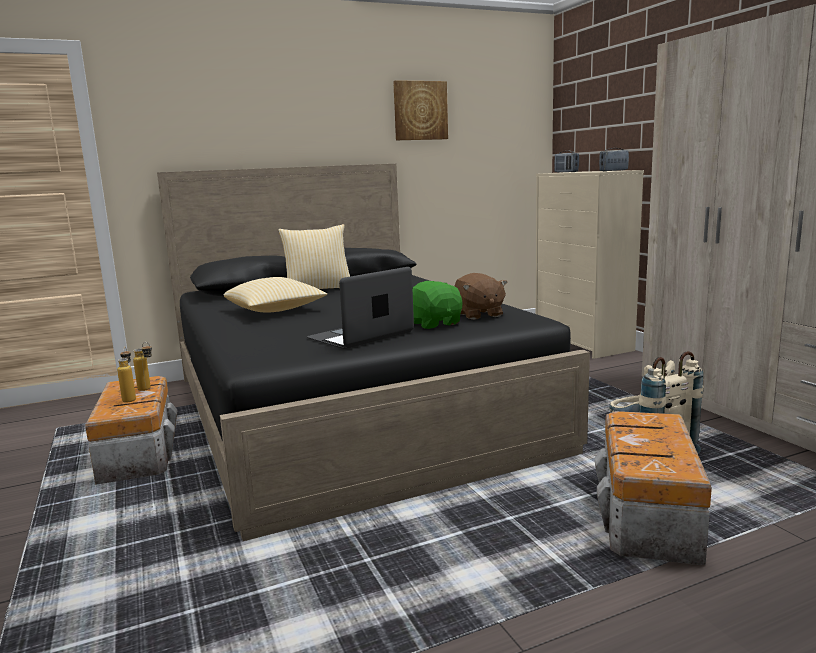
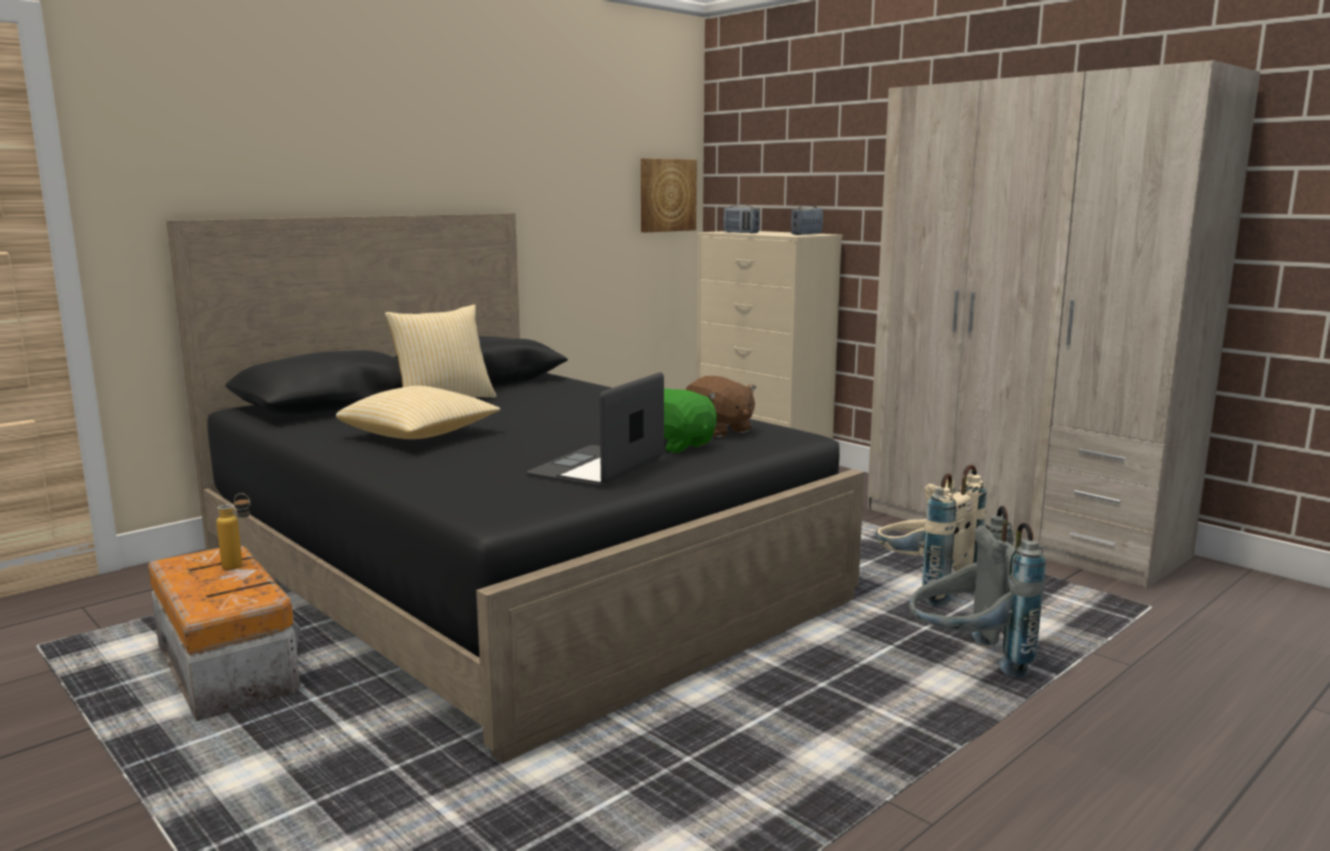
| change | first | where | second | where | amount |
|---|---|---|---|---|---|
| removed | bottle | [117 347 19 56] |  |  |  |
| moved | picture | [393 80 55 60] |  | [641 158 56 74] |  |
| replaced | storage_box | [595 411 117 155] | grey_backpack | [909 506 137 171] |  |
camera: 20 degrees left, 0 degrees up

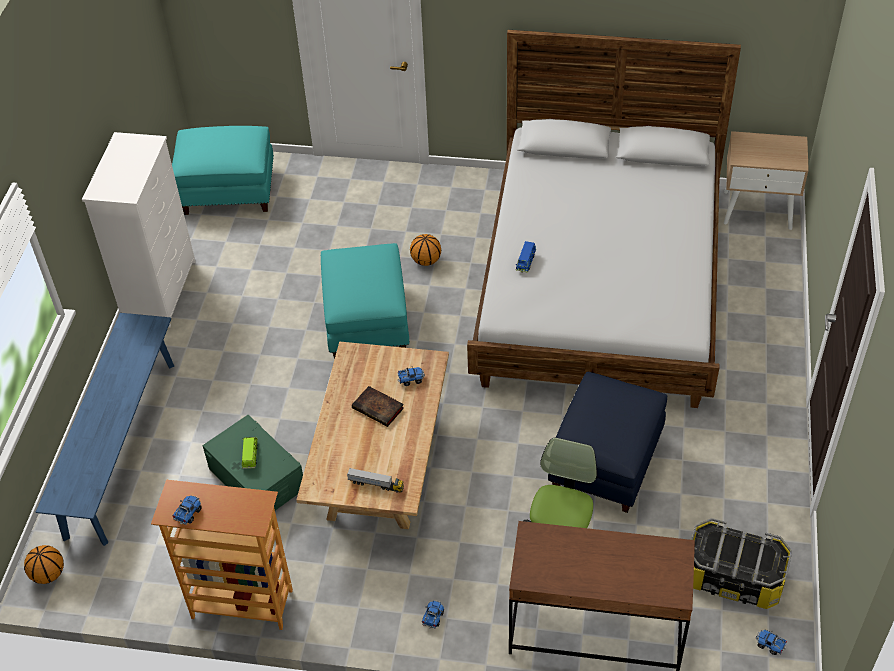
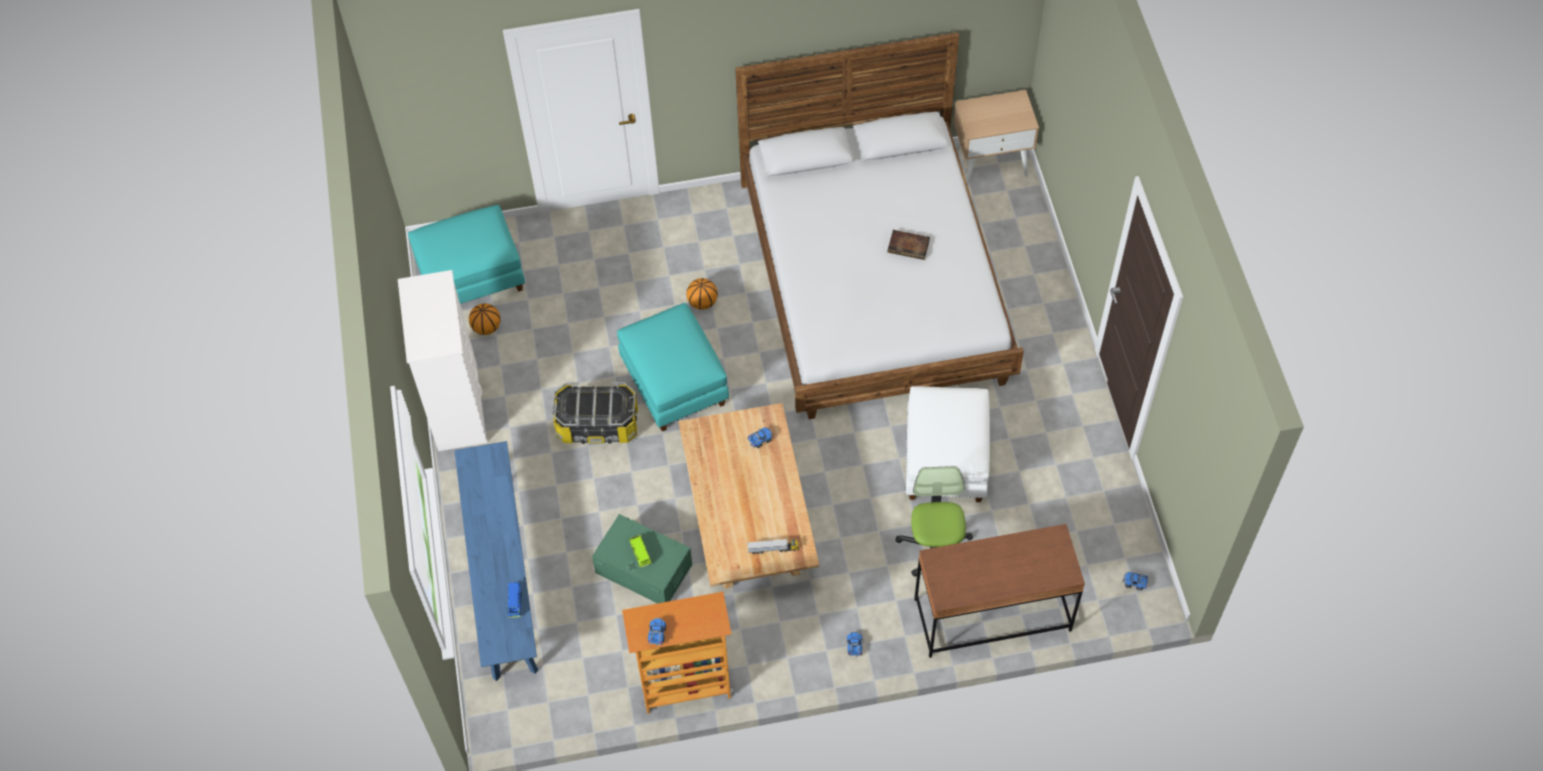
| change | first | where | second | where | amount |
|---|---|---|---|---|---|
| moved | basketball | [24 545 40 39] |  | [469 303 32 32] |  |
| moved | book | [352 386 52 41] |  | [887 230 43 30] |  |
| moved | blue_toy_car | [515 241 21 31] |  | [506 582 16 36] |  |
| moved | storage_box | [691 518 101 91] |  | [553 382 85 62] |  |
| recoloured | blue_ottoman | [548 372 119 141] | white_ottoman | [906 386 84 116] |  |
camera: 20 degrees left, 10 degrees up

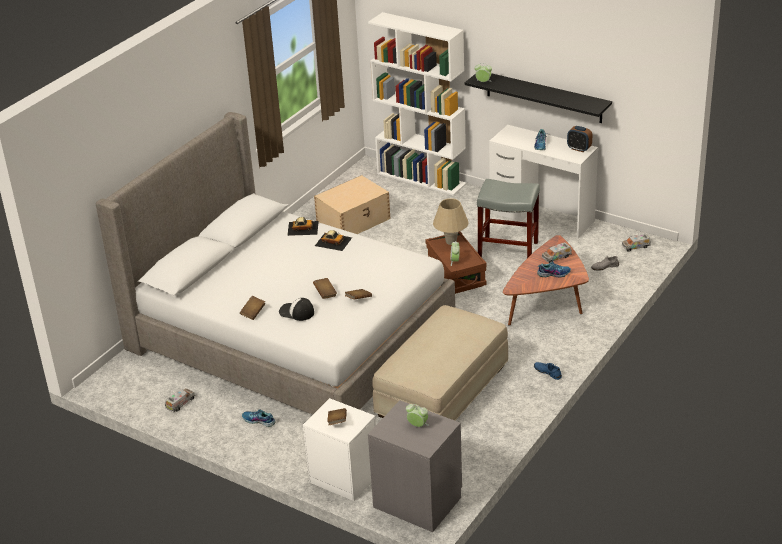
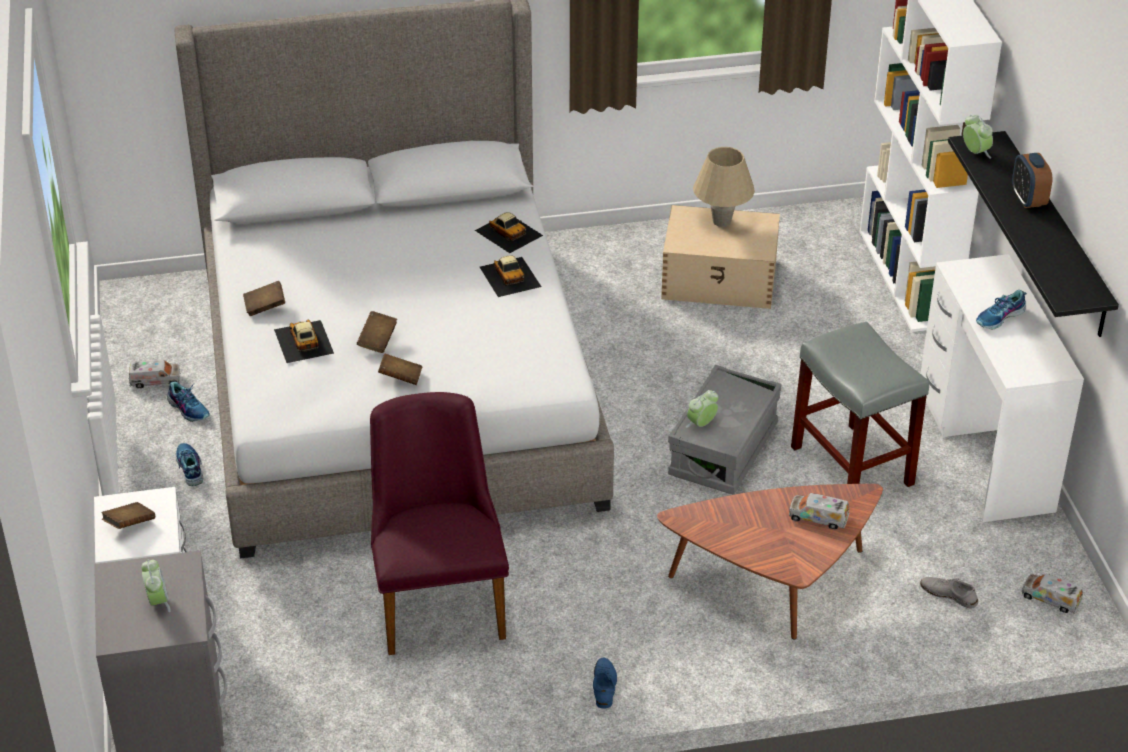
| change | first | where | second | where | amount |
|---|---|---|---|---|---|
| moved | beige_table_lamp | [433 198 36 47] |  | [693 147 62 80] |  |
| moved | shoe | [537 260 34 17] |  | [167 381 43 41] |  |
| moved | alarm_clock | [567 126 25 26] |  | [1012 153 40 55] |  |
| replaced | cap | [279 298 35 23] | toy_car | [274 320 60 43] |  |
| replaced | beige_ottoman | [372 305 136 116] | purple_chair | [370 392 139 263] |  |
| recoloured | brown_storage_box | [426 231 61 63] | grey_storage_box | [668 365 114 130] |  |
camera: 45 degrees right, 5 degrees up

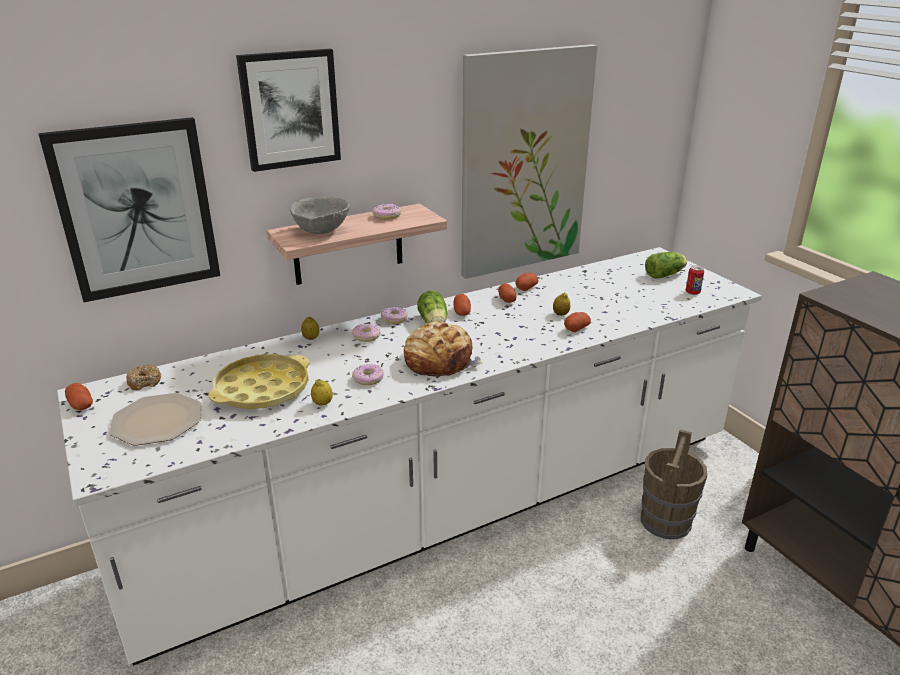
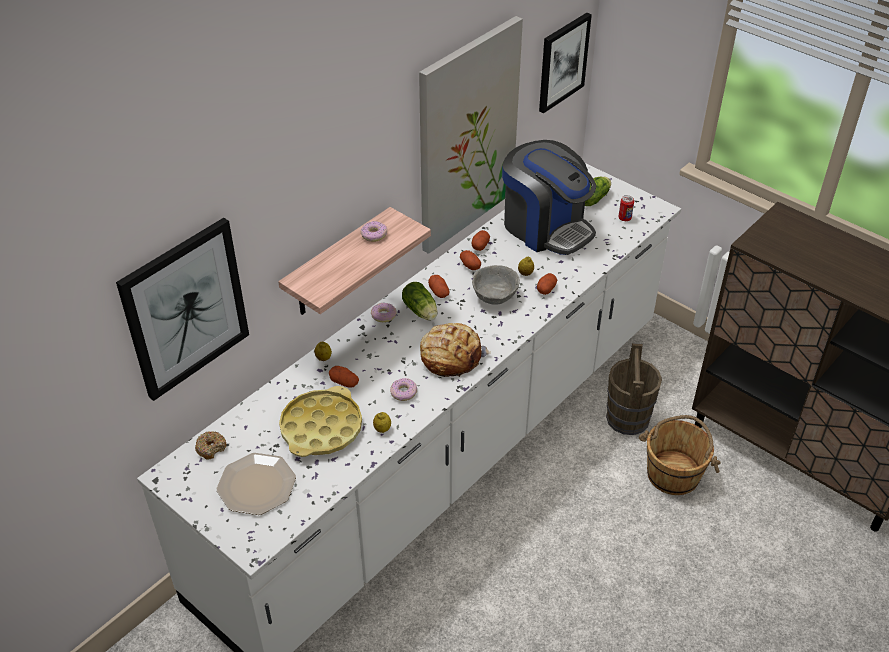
| change | first | where | second | where | amount |
|---|---|---|---|---|---|
| removed | donut | [352 324 29 18] |  |  |  |
| added |  |  | coffee_machine | [502 140 94 115] |  |
| added |  |  | brown_bucket | [639 415 82 80] |  |
| moved | potato | [65 383 28 27] |  | [329 366 30 22] |  |
| moved | picture | [236 49 105 123] |  | [539 13 53 100] |  |
| moved | grey_bowl | [290 197 60 37] |  | [472 265 48 40] |  |
camera: 20 degrees left, 15 degrees up

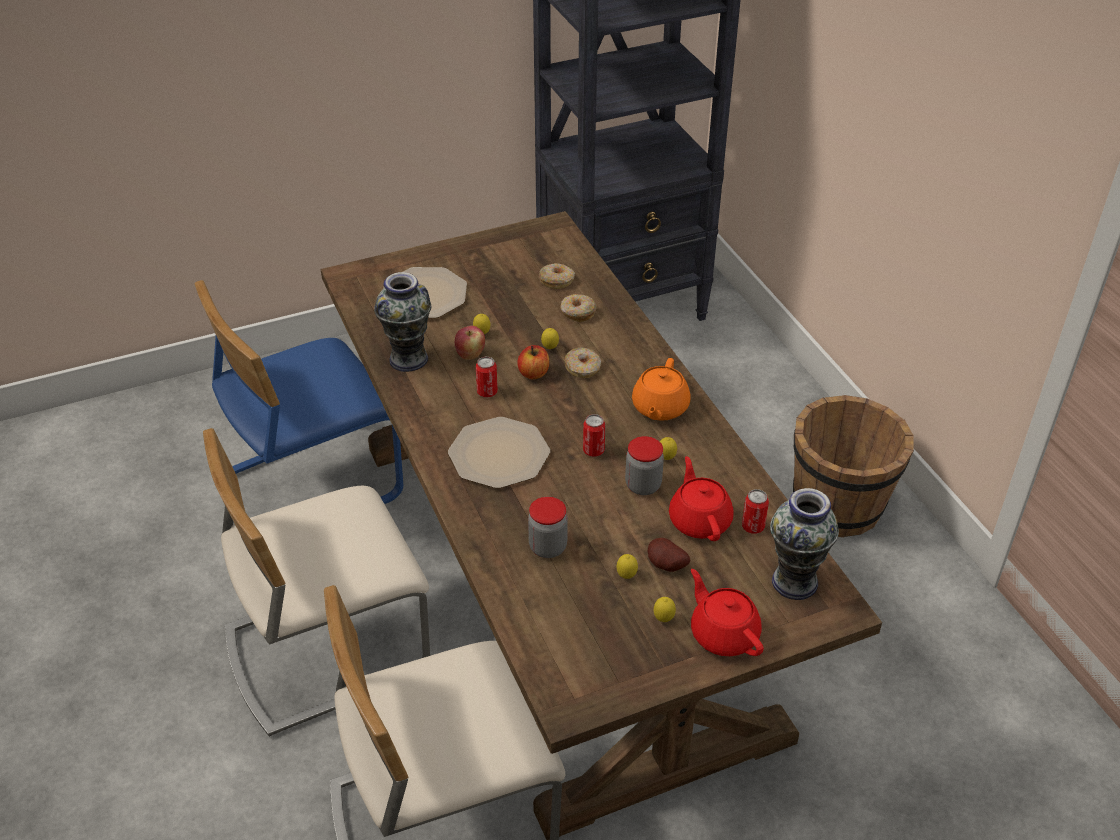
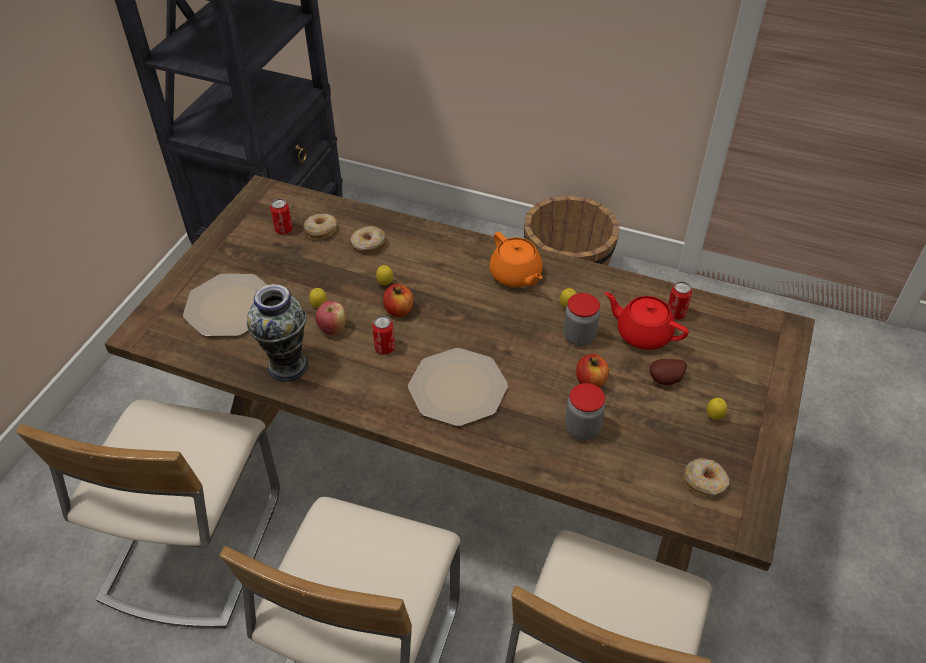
| change | first | where | second | where | amount |
|---|---|---|---|---|---|
| removed | lemon | [616 554 22 25] |  |  |  |
| removed | red_teapot | [691 569 73 87] |  |  |  |
| removed | vase | [770 488 69 112] |  |  |  |
| added |  |  | apple | [576 354 33 34] |  |
| moved | donut | [565 347 36 31] |  | [683 458 46 39] |  |
| moved | can | [583 414 22 43] |  | [270 198 23 36] |  |
| recoloured | blue_chair | [195 280 208 224] | beige_chair | [16 400 264 228] |  |
camera: 45 degrees left, 5 degrees up

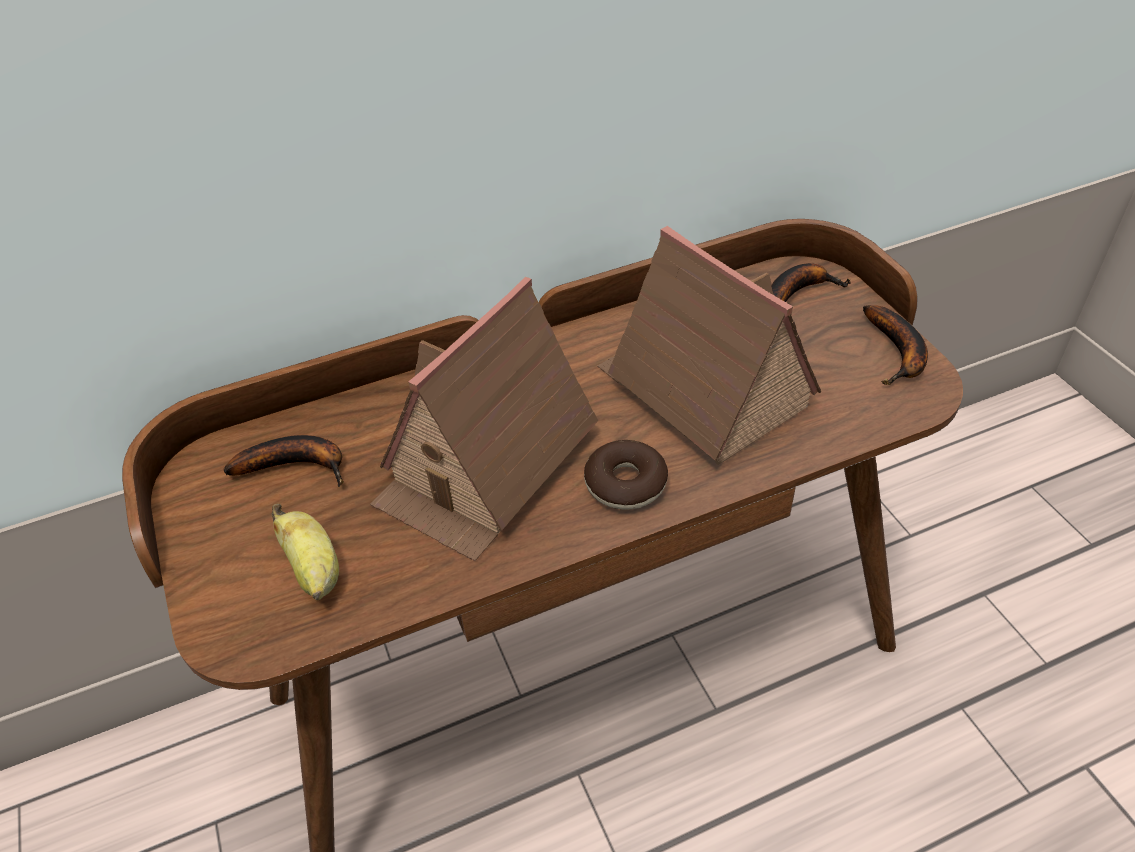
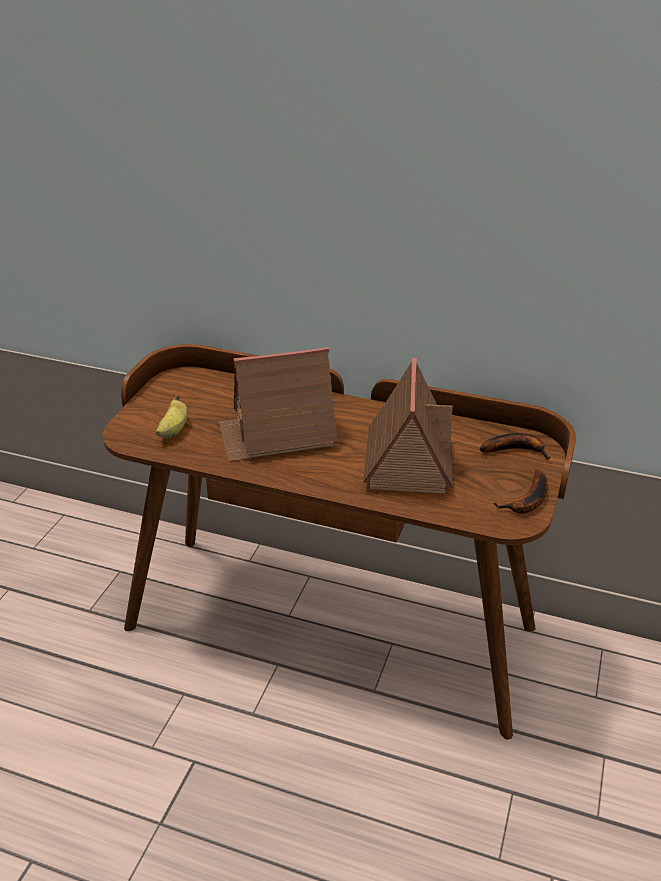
| change | first | where | second | where | amount |
|---|---|---|---|---|---|
| removed | banana | [224 435 120 52] |  |  |  |
| removed | donut | [584 440 84 70] |  |  |  |
camera: 40 degrees right, 10 degrees down

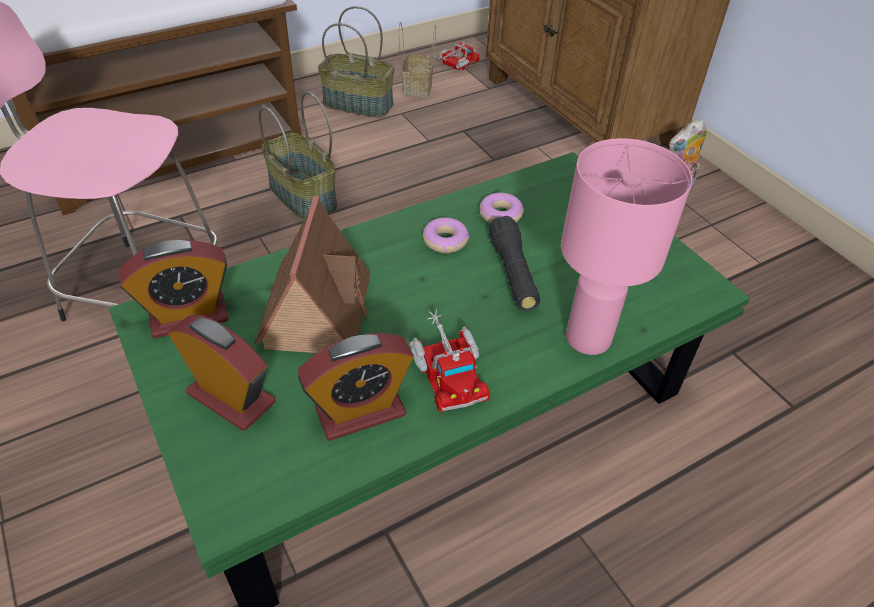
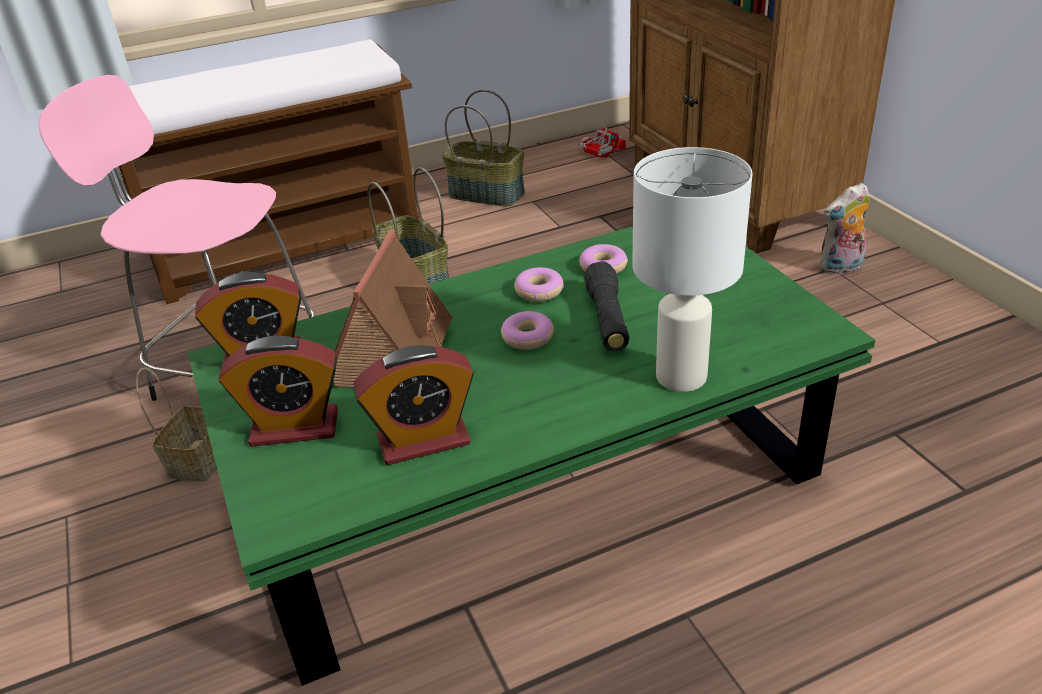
| change | first | where | second | where | amount |
|---|---|---|---|---|---|
| removed | toy_truck | [409 310 81 102] |  |  |  |
| added |  |  | donut | [501 311 53 39] |  |
| moved | basket | [399 22 37 75] |  | [136 367 81 115] |  |
| recoloured | pink_table_lamp | [561 138 131 217] | white_table_lamp | [632 147 121 245] |  |
| turned | alarm_clock | [168 315 107 116] |  | [218 336 120 110] | 135 degrees clockwise |
camera: 10 degrees right, 10 degrees down

